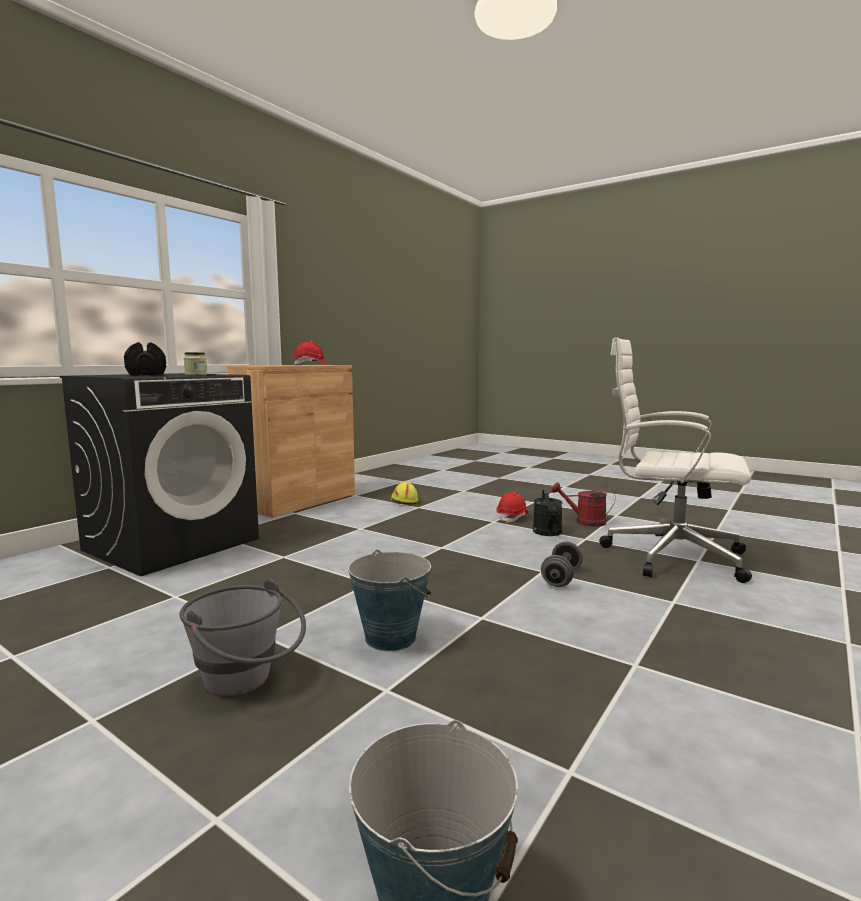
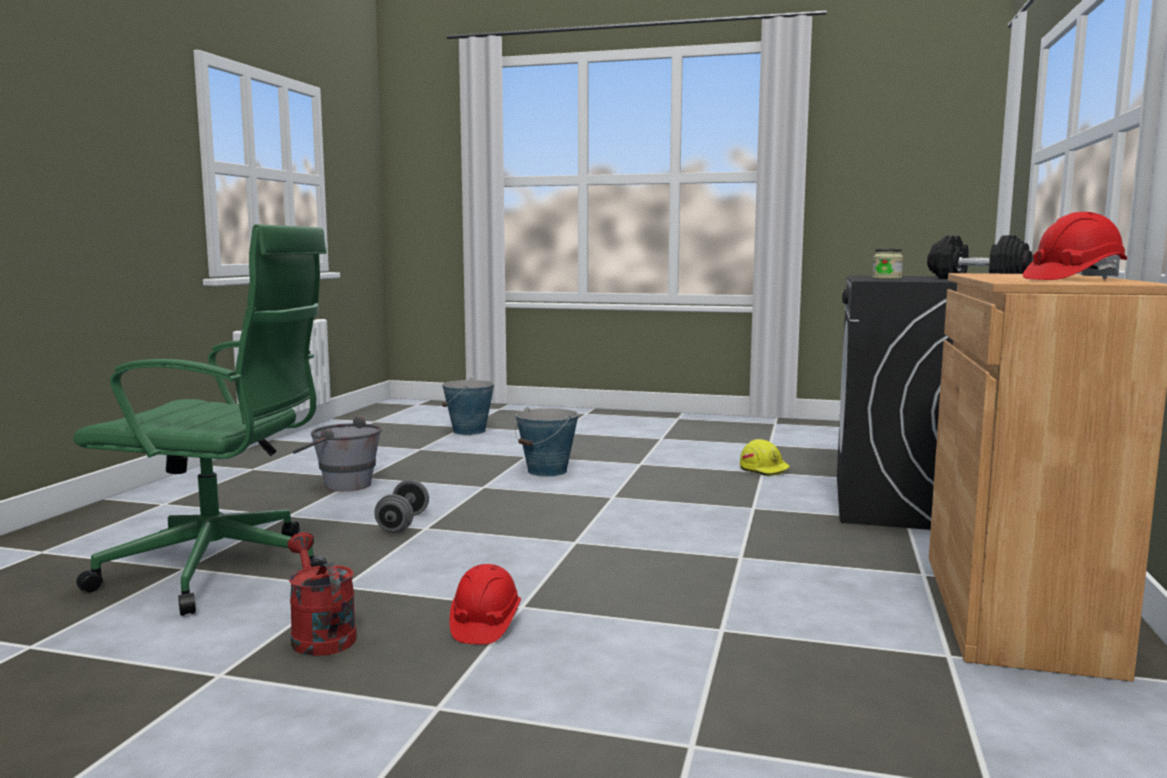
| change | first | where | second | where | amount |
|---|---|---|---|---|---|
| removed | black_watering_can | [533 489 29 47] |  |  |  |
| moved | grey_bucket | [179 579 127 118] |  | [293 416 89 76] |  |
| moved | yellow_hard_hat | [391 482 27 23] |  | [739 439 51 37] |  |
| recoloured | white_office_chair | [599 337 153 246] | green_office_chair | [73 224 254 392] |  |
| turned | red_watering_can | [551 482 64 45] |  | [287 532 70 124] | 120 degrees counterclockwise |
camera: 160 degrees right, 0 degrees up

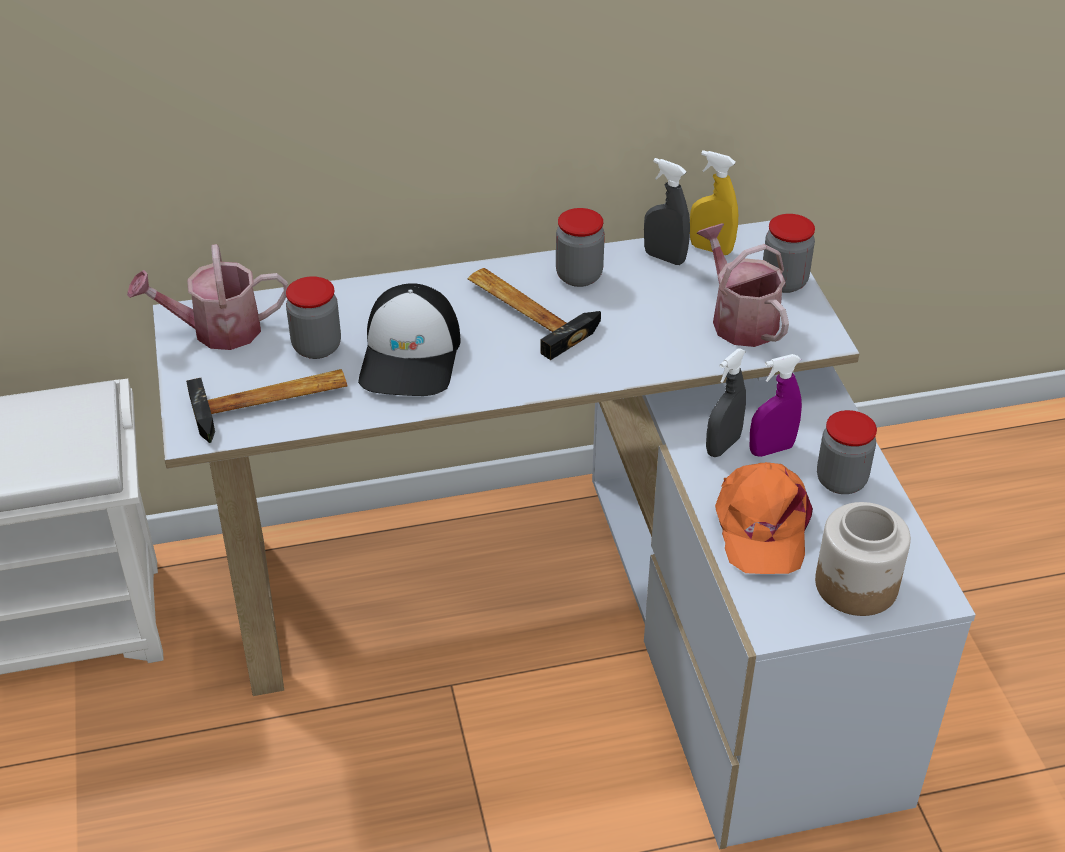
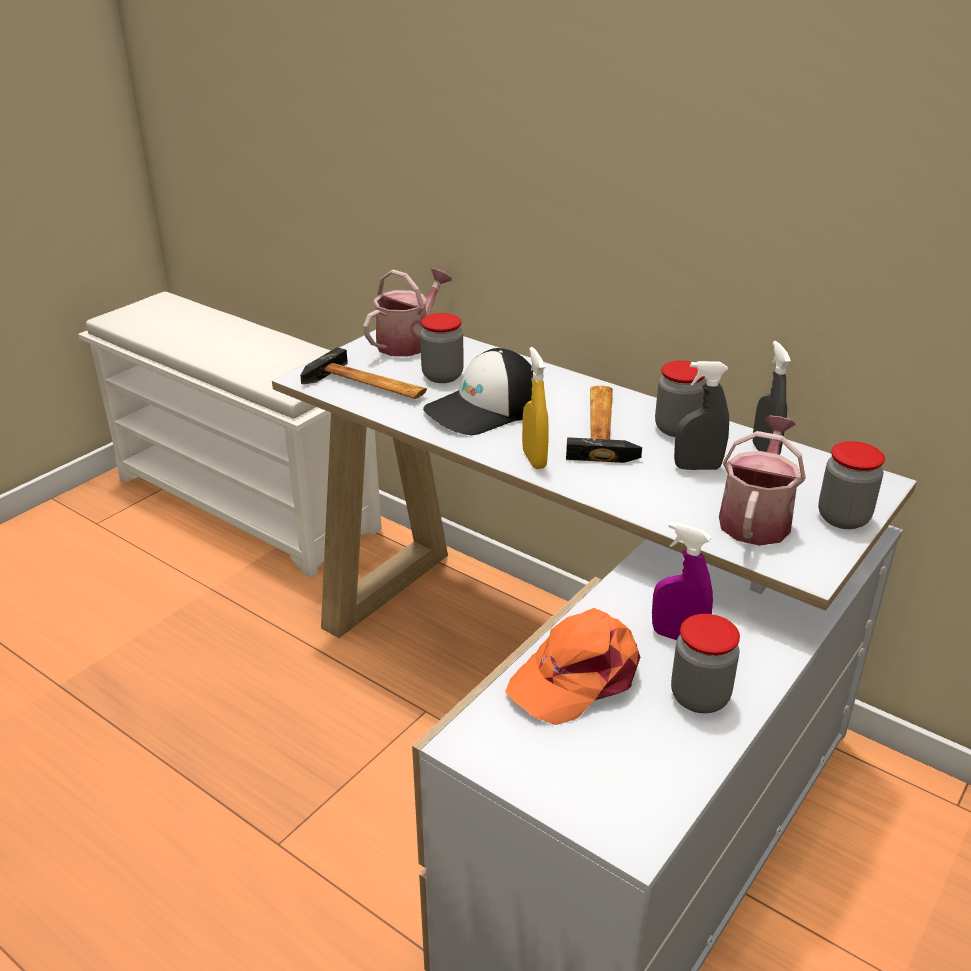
| change | first | where | second | where | amount |
|---|---|---|---|---|---|
| removed | jar | [815 502 96 114] |  |  |  |
| moved | yellow_spray_bottle | [690 150 48 105] |  | [522 347 27 122] |  |
| moved | grey_spray_bottle | [706 349 40 108] |  | [674 361 55 109] |  |
| turned | watering_can | [127 244 161 106] |  | [363 269 89 88] | 90 degrees clockwise |
camera: 50 degrees right, 10 degrees down

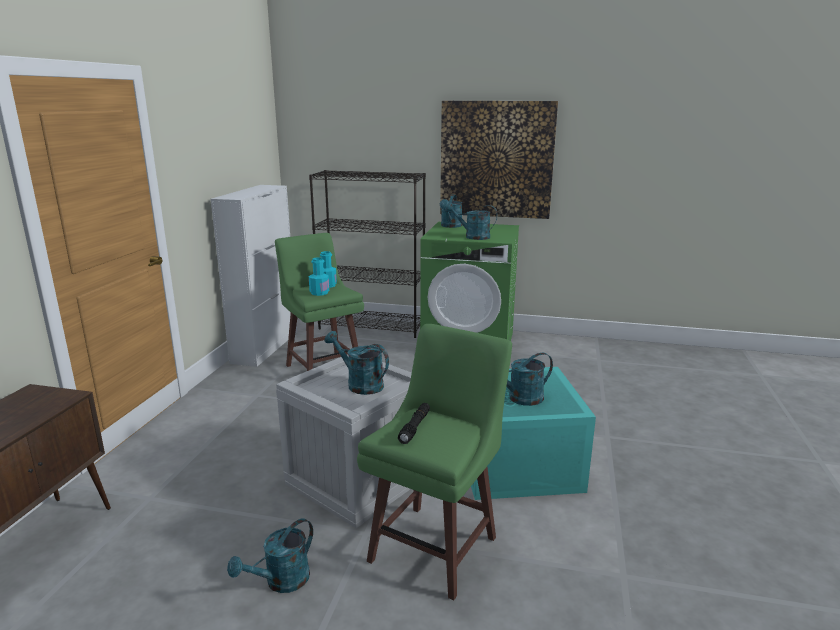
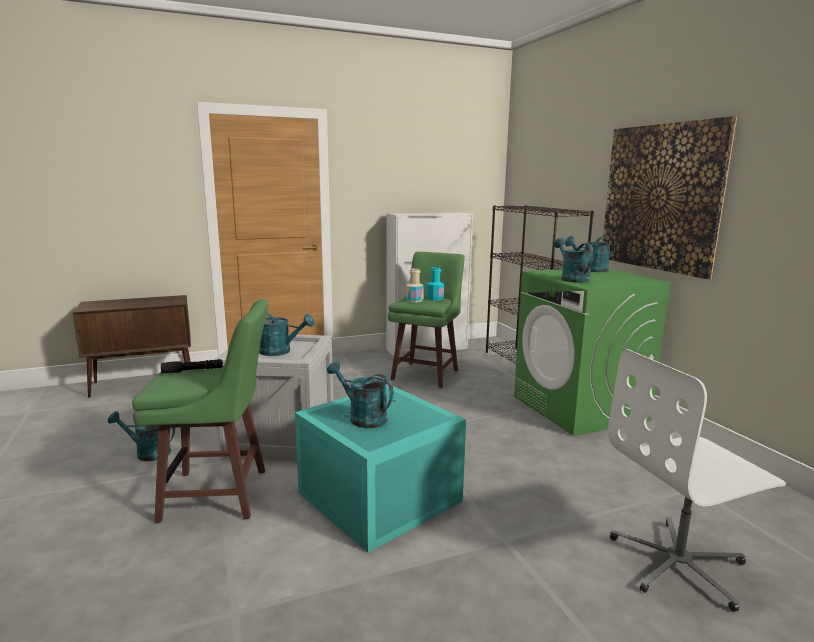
| change | first | where | second | where | amount |
|---|---|---|---|---|---|
| added |  |  | white_office_chair | [608 349 178 263] |  |
| recoloured | turquoise_bottle | [309 257 20 39] | beige_bottle | [406 269 18 34] |  |
| turned | turquoise_watering_can | [325 331 64 64] |  | [259 313 55 43] | 105 degrees clockwise |
camera: 55 degrees right, 5 degrees down

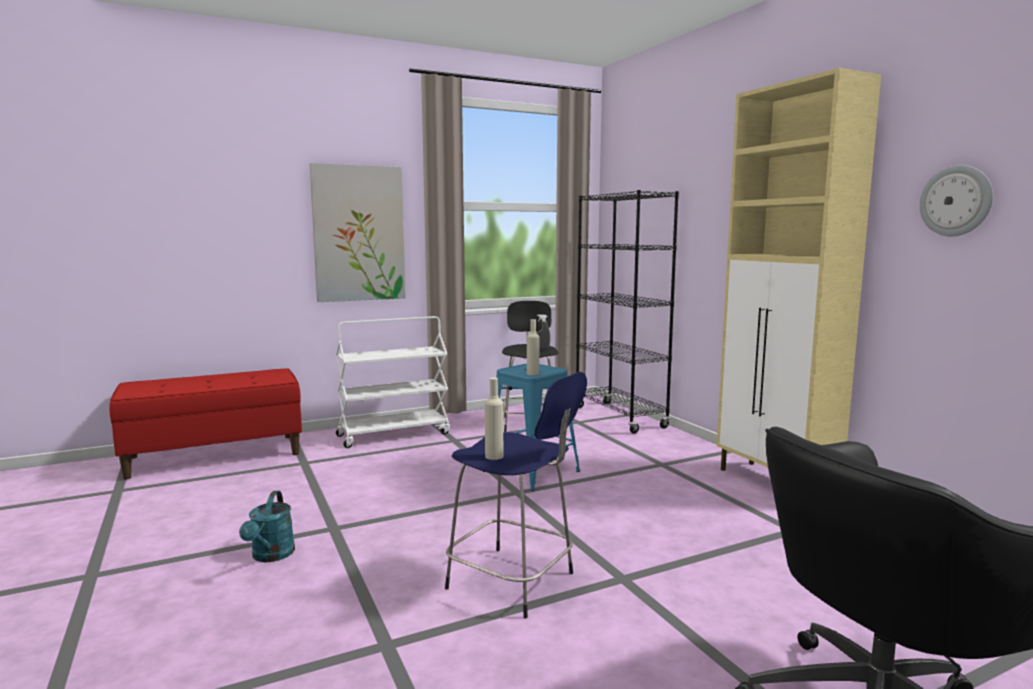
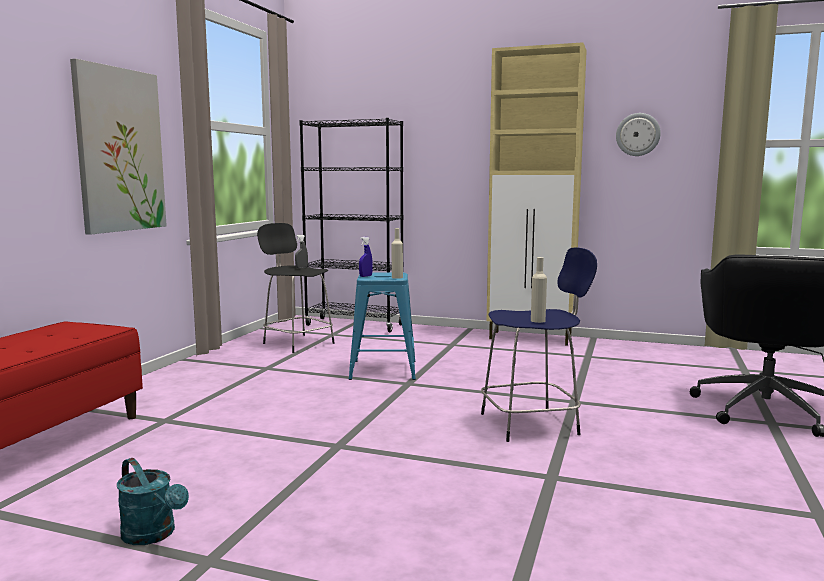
| change | first | where | second | where | amount |
|---|---|---|---|---|---|
| removed | white_cart | [336 316 114 132] |  |  |  |
| added |  |  | blue_spray_bottle | [359 237 14 40] |  |
| moved | turquoise_watering_can | [239 491 56 71] |  | [117 458 72 87] |  |
camera: 45 degrees left, 0 degrees up

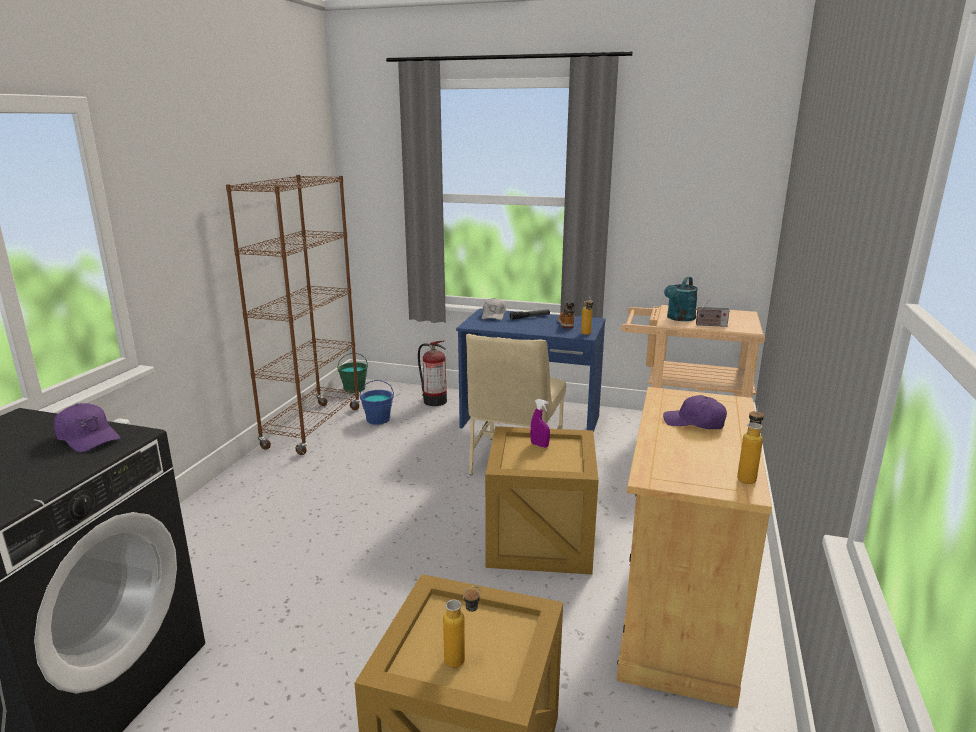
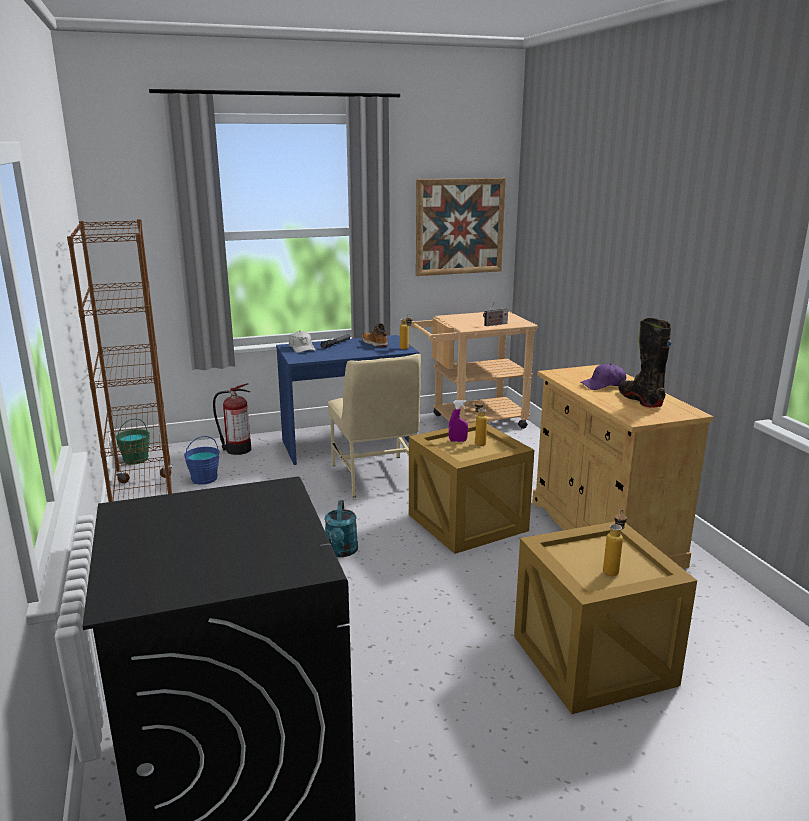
| change | first | where | second | where | amount |
|---|---|---|---|---|---|
| removed | purple_cap | [54 403 66 49] |  |  |  |
| added |  |  | picture | [416 178 90 98] |  |
| added |  |  | black_boot | [618 318 54 89] |  |
| moved | turquoise_watering_can | [664 276 34 45] |  | [324 500 34 57] |  |
| moved | bottle | [737 406 27 78] |  | [475 399 12 47] |  |
camera: 35 degrees left, 0 degrees up

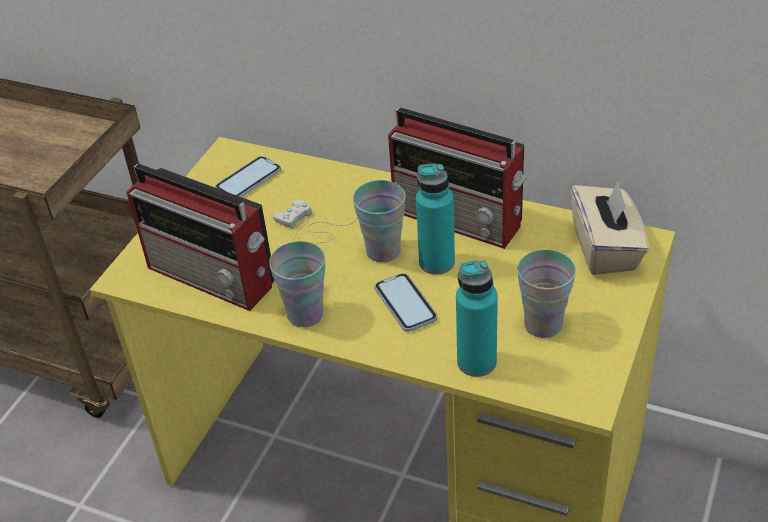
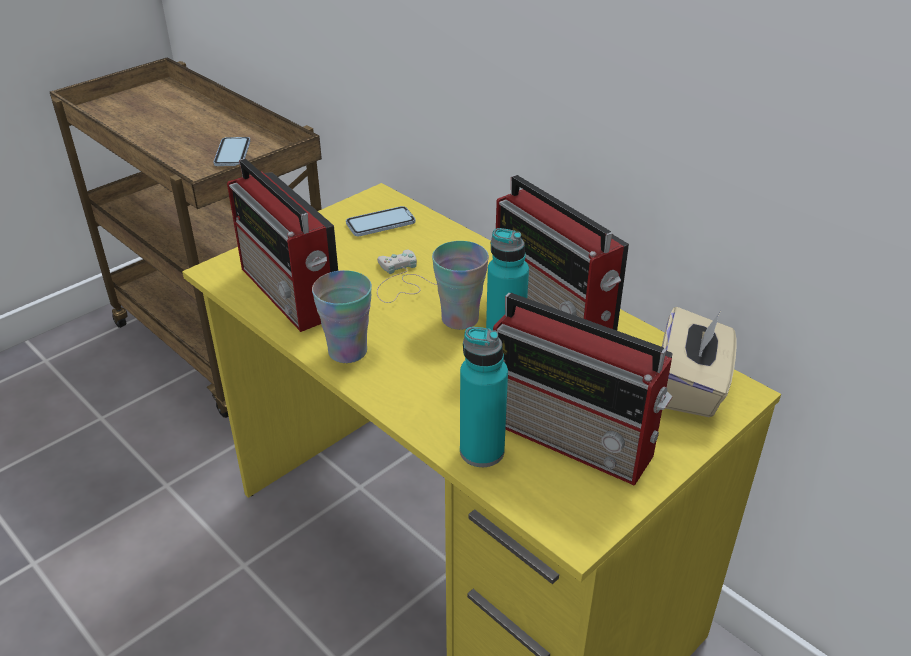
| change | first | where | second | where | amount |
|---|---|---|---|---|---|
| moved | phone | [374 273 63 59] |  | [213 137 37 29] |  |
| replaced | cup | [517 250 59 88] | radio | [493 293 180 193] |  |
camera: 20 degrees right, 5 degrees down

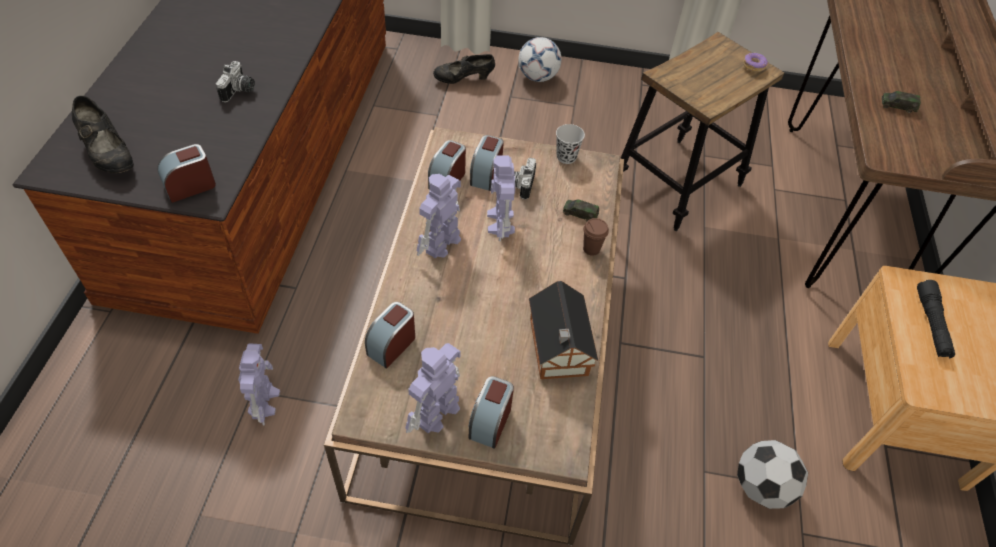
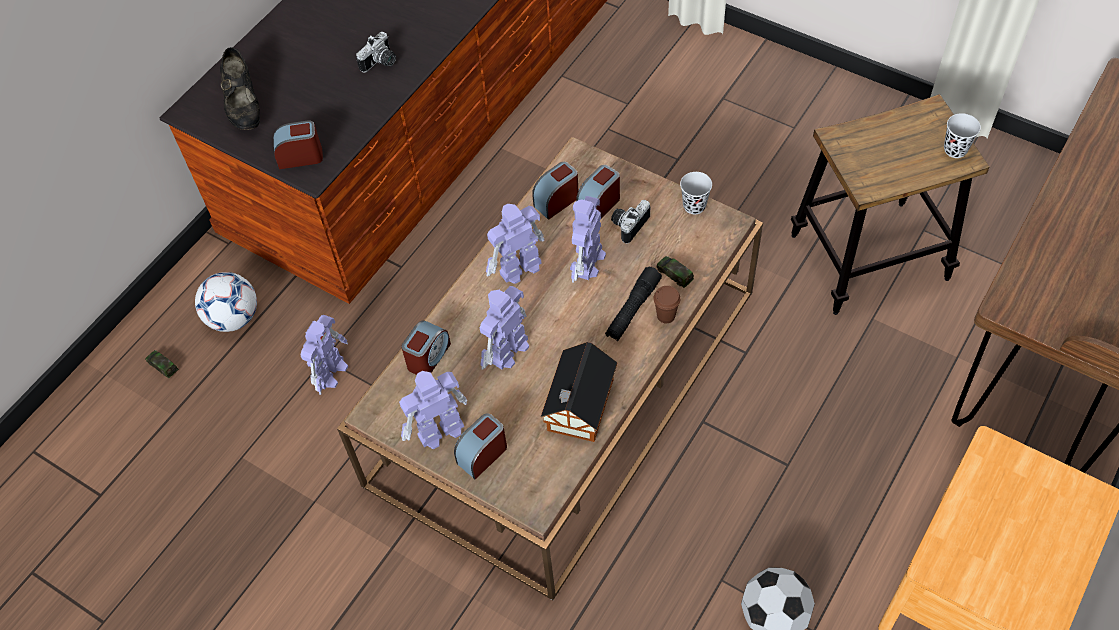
| change | first | where | second | where | amount |
|---|---|---|---|---|---|
| removed | black_shoe | [433 54 62 30] |  |  |  |
| added |  |  | toy_robot | [479 286 50 84] |  |
| moved | football | [518 37 44 45] |  | [195 272 62 60] |  |
| moved | toy_car | [882 91 39 22] |  | [145 350 33 28] |  |
| moved | black_flashlight | [917 280 38 78] |  | [605 267 57 74] |  |
| replaced | donut | [743 53 25 19] | black_cup | [944 113 37 45] |  |
| turned | alarm_clock | [365 302 50 67] |  | [401 320 50 55] | 150 degrees clockwise |
camera: 30 degrees right, 5 degrees up

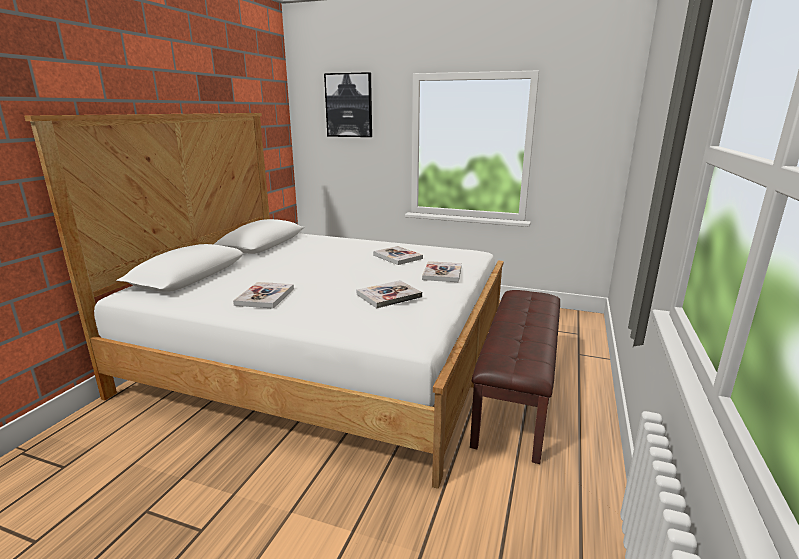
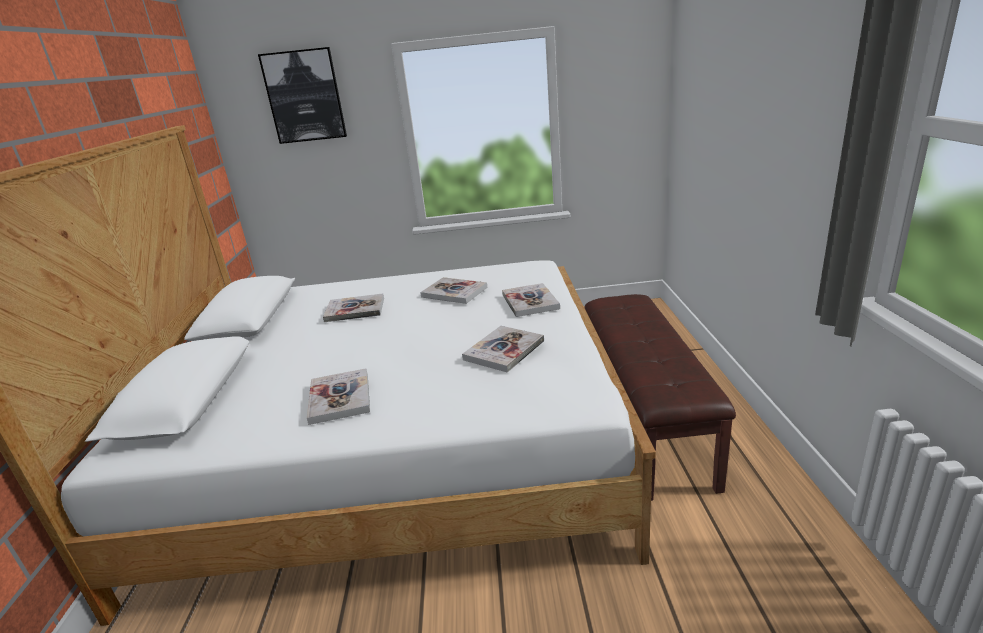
| change | first | where | second | where | amount |
|---|---|---|---|---|---|
| added |  |  | book | [323 293 61 29] |  |
camera: 20 degrees left, 5 degrees up

